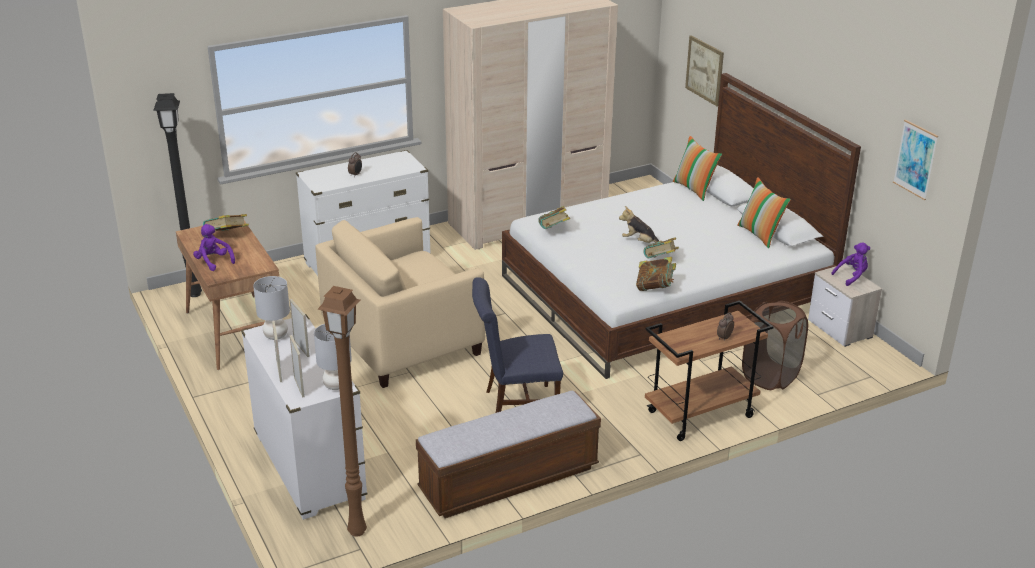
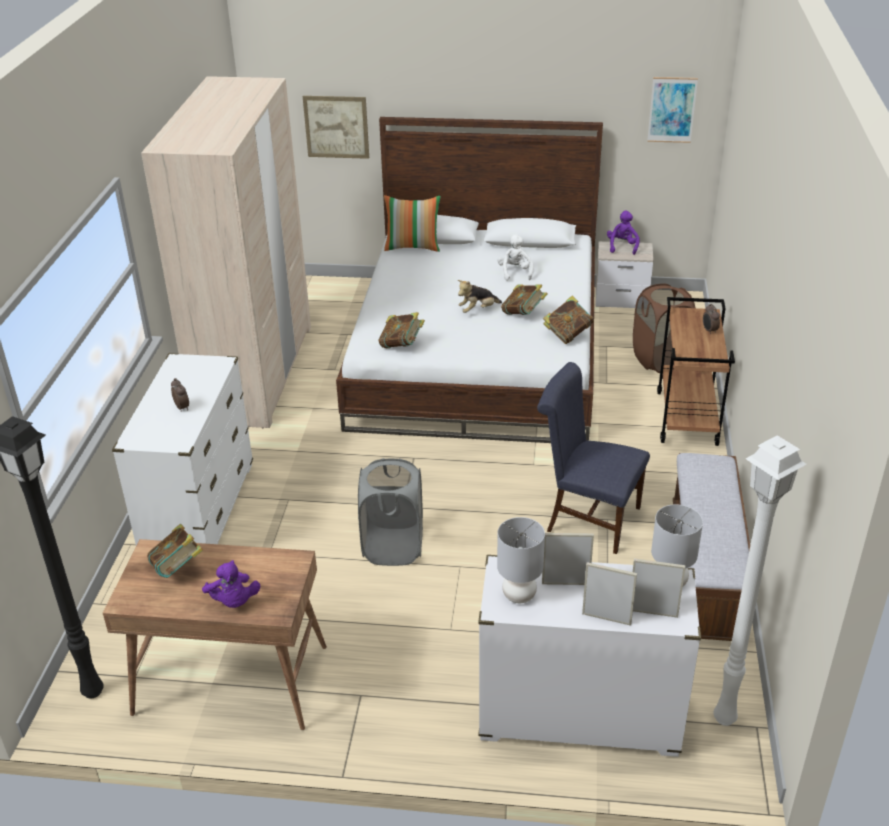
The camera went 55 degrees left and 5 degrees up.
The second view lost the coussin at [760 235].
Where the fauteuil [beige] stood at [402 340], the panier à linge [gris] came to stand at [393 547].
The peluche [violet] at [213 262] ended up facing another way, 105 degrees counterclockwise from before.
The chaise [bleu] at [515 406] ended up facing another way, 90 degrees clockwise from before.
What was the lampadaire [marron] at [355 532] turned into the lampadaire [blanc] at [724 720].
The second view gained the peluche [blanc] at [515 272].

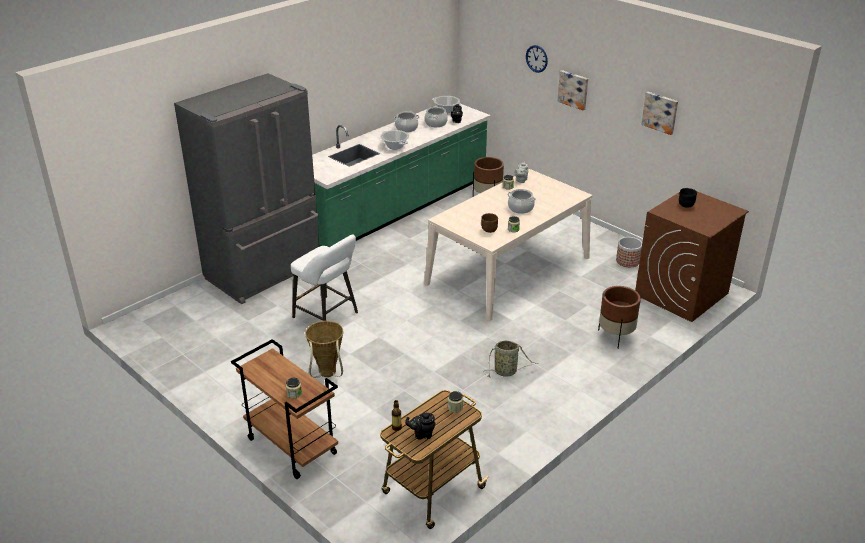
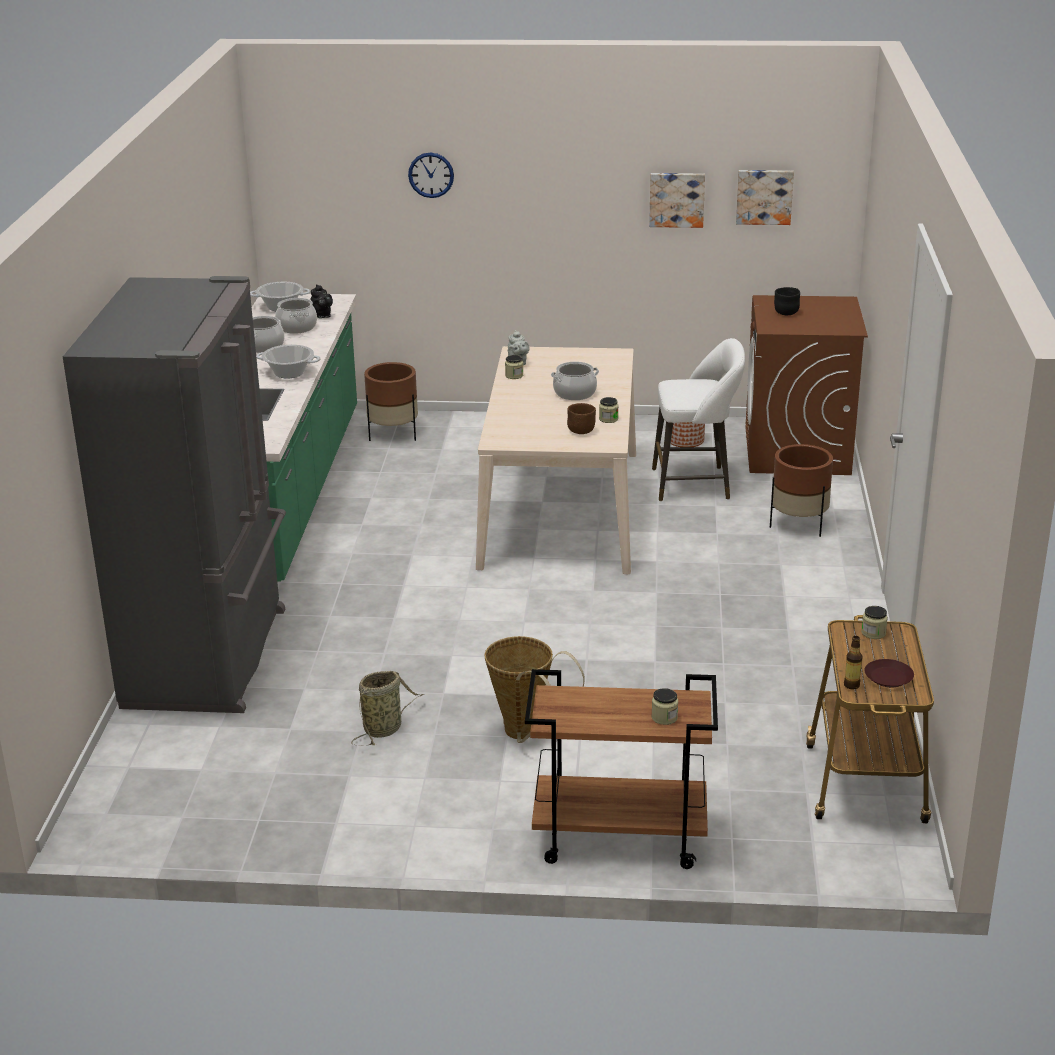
The camera went 40 degrees left and 5 degrees down.
The tableau ended up elsewhere, having gone from [573 89] to [764 196].
The tabouret [blanc] ended up elsewhere, having gone from [328 317] to [696 484].
The panier ended up elsewhere, having gone from [507 372] to [384 728].
Where the théière [noir] stood at [422 434], the assiette [marron] came to stand at [888 677].

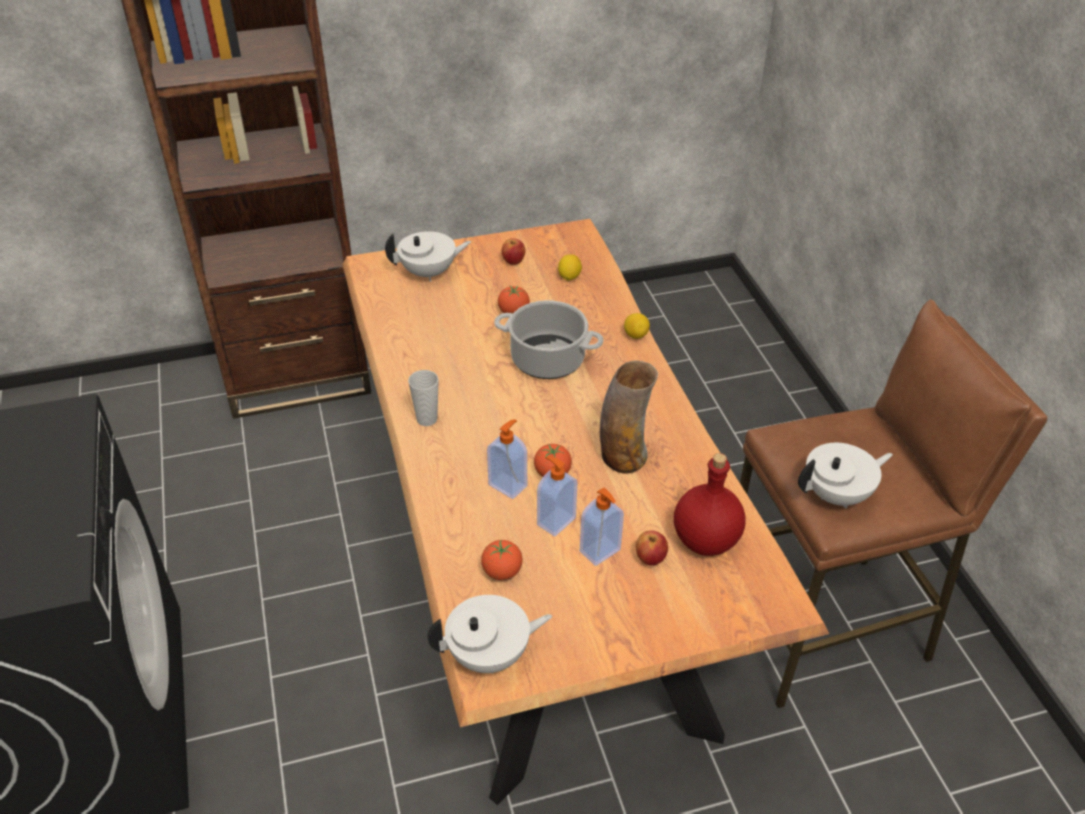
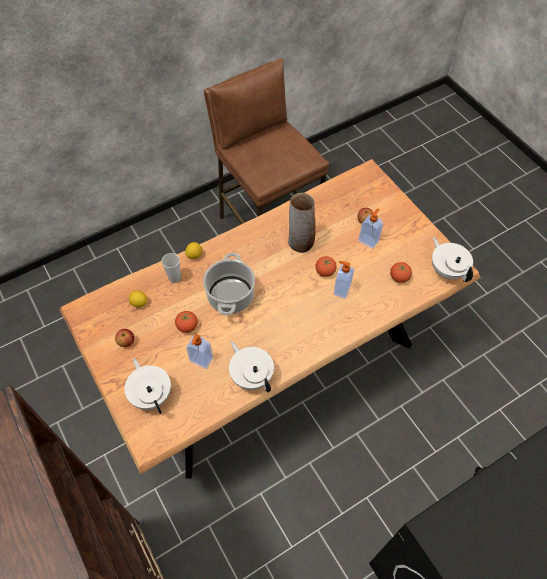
The camera went 105 degrees left and 15 degrees up.
The tasse ended up elsewhere, having gone from [427 419] to [175 278].
The théière [blanc] ended up elsewhere, having gone from [837 495] to [252 375].
The second view lost the bouteille [rouge] at [704 540].
The distributeur de savon ended up elsewhere, having gone from [555 521] to [201 360].

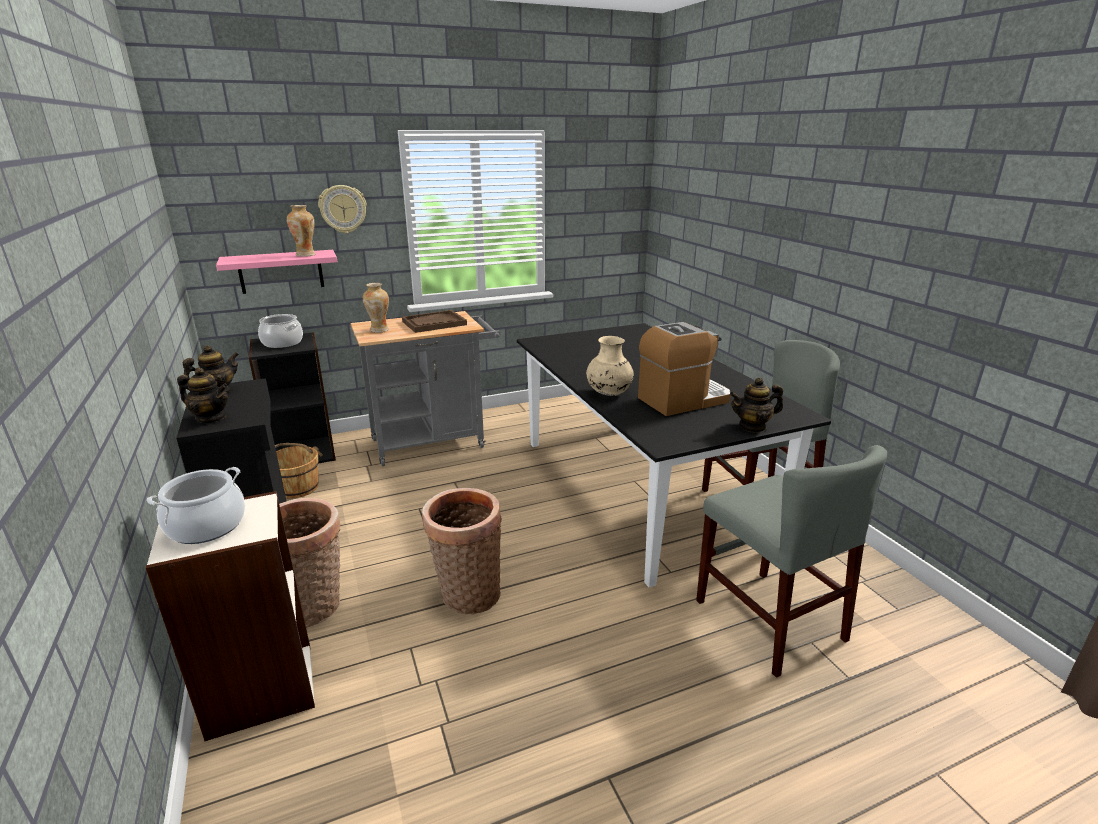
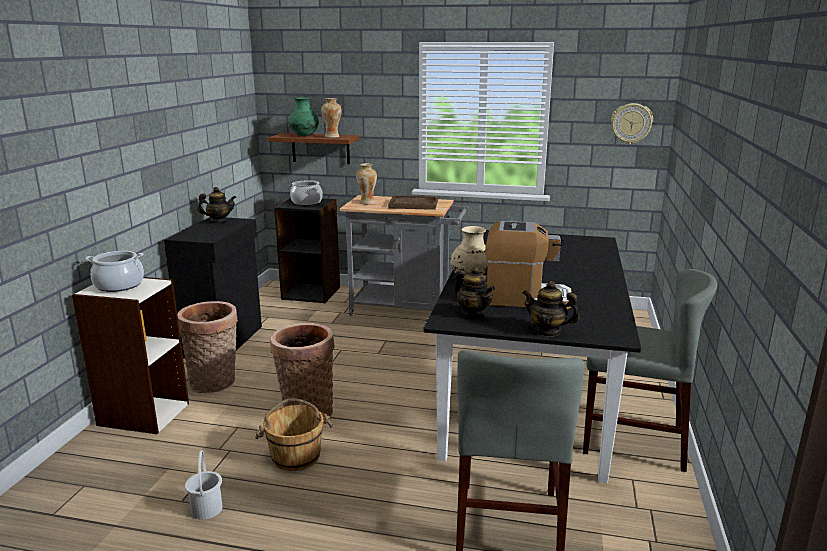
The camera went 35 degrees right and 5 degrees down.
The horloge murale ended up elsewhere, having gone from [343 209] to [631 123].
What was the étagère [rose] at [281 271] turned into the étagère [marron] at [320 148].
The théière ended up elsewhere, having gone from [211 418] to [473 314].
The seau [marron] ended up elsewhere, having gone from [297 487] to [296 455].
The second view gained the vase [vert] at [304 136].
The second view gained the seau [blanc] at [206 509].

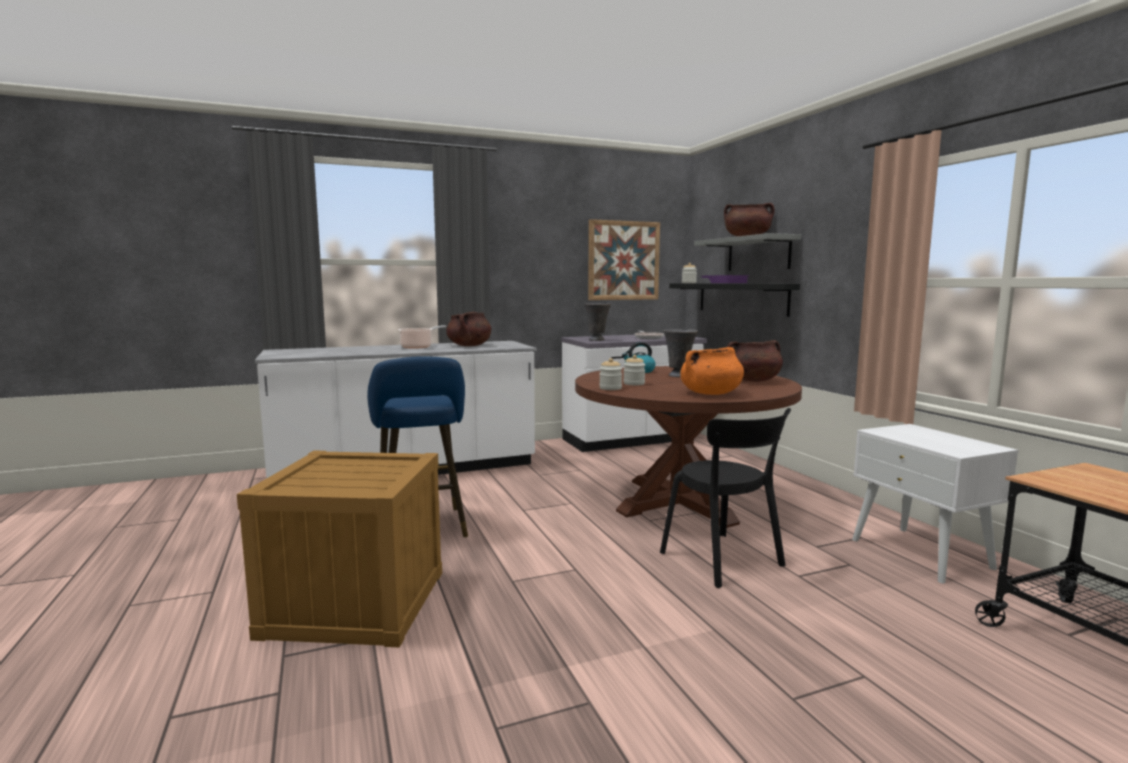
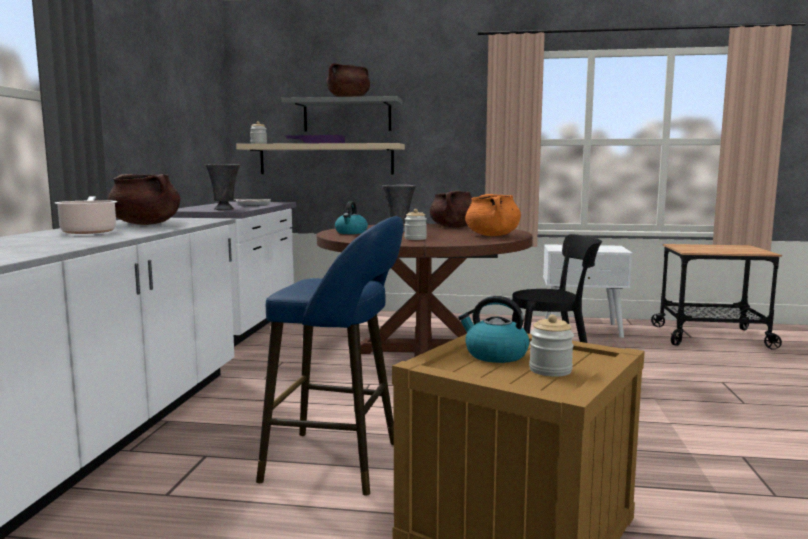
The camera went 60 degrees left and 0 degrees up.
The second view lost the tableau at [623 260].
What was the étagère [noir] at [741 298] turned into the étagère [beige] at [326 159].
The bocal ended up elsewhere, having gone from [610 388] to [550 370].
The second view gained the bouilloire at [495 355].

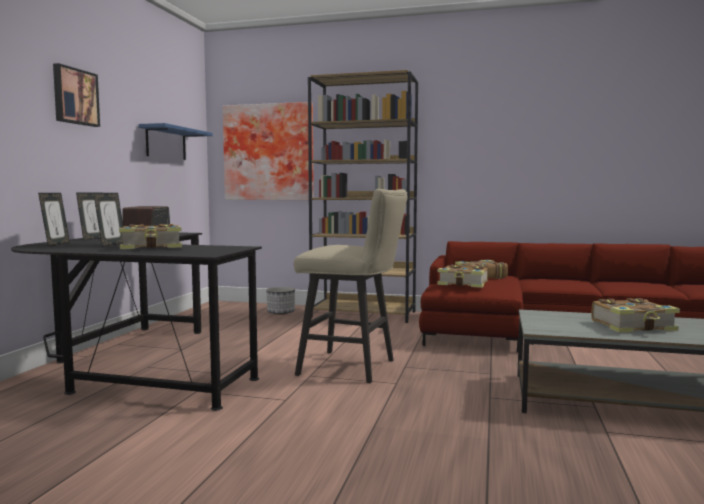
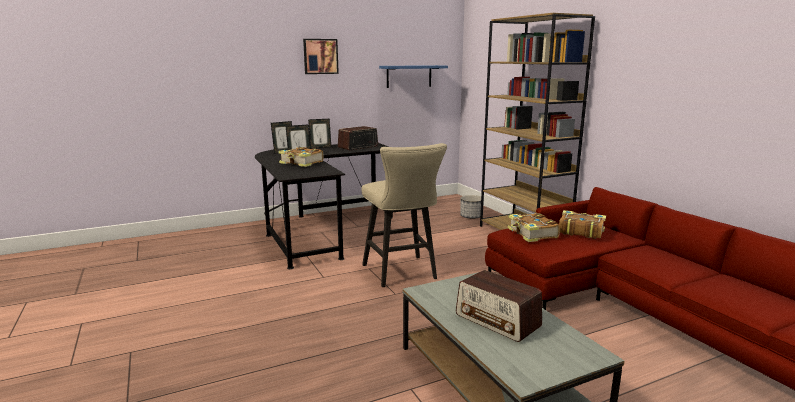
The camera went 50 degrees right and 10 degrees up.
The second view lost the tableau at [269 152].
Where the livre stood at [634 326], the radio came to stand at [498 321].

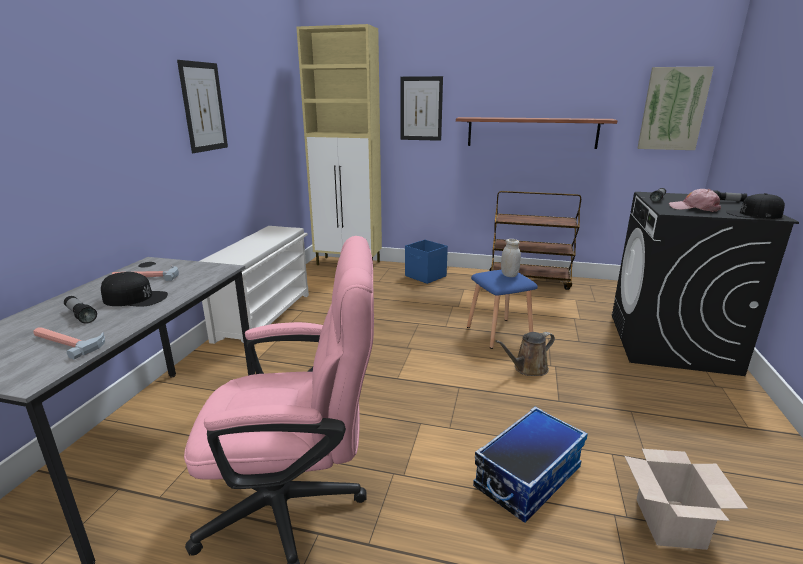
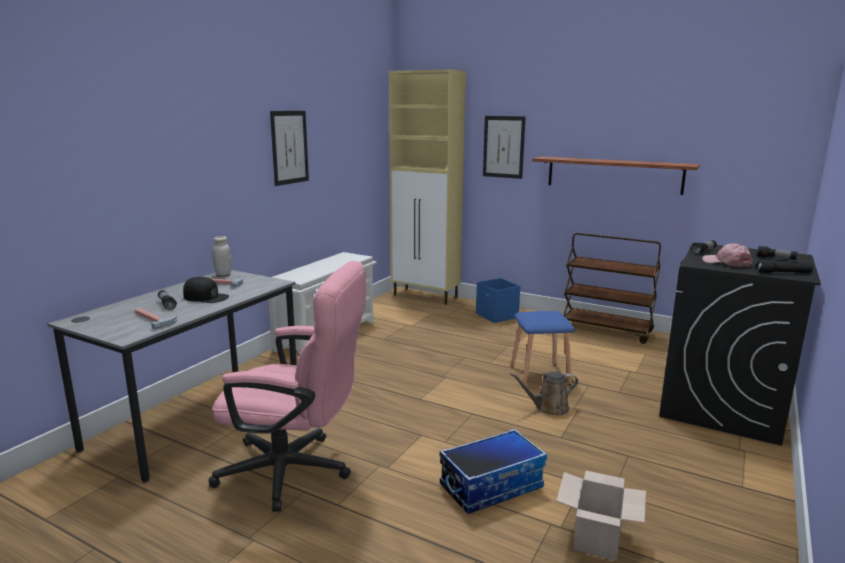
The camera went 15 degrees right and 5 degrees down.
The second view lost the tableau at [673 109].
Where the casquette [noir] stood at [754 214], the lampe de poche [noir] came to stand at [783 273].
The bocal [blanc] ended up elsewhere, having gone from [509 275] to [223 274].

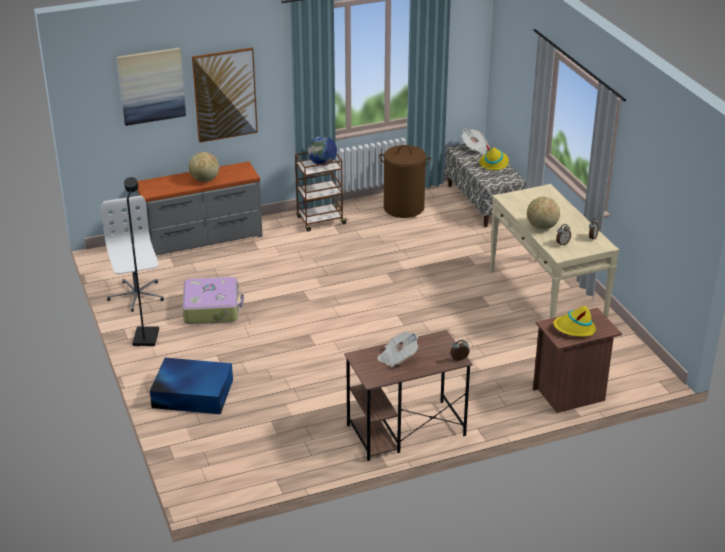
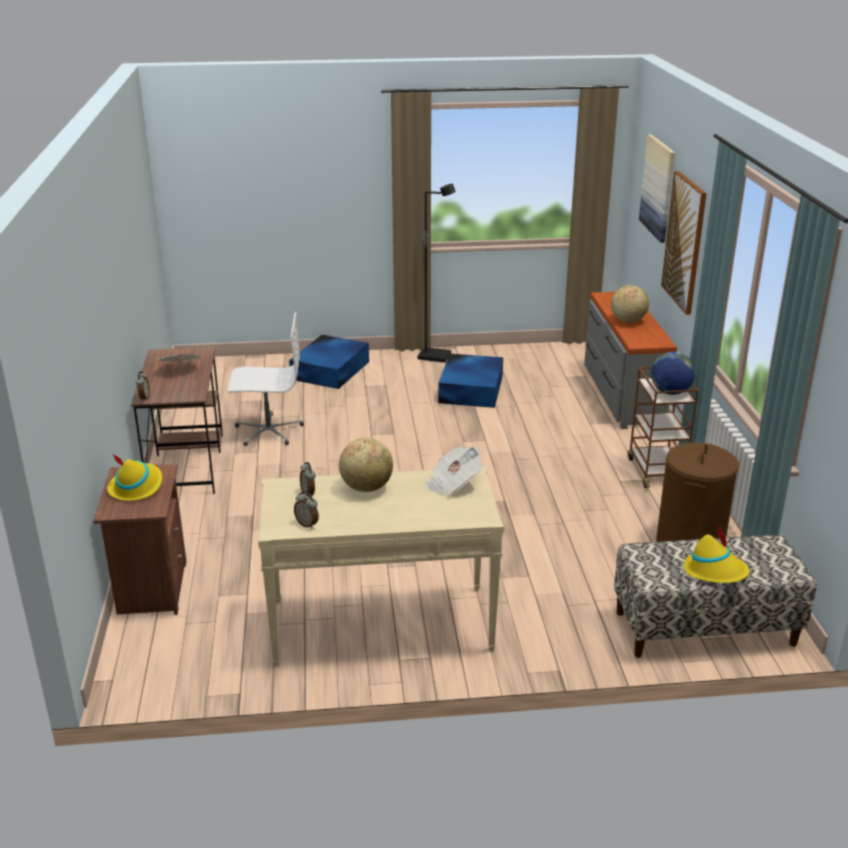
The camera went 105 degrees right and 5 degrees down.
The journal ended up elsewhere, having gone from [475 148] to [452 484].
The chaise de bureau [blanc] ended up elsewhere, having gone from [136 295] to [268 431].
Where the valise stood at [212 308], the boîte de rangement [bleu] came to stand at [471 389].

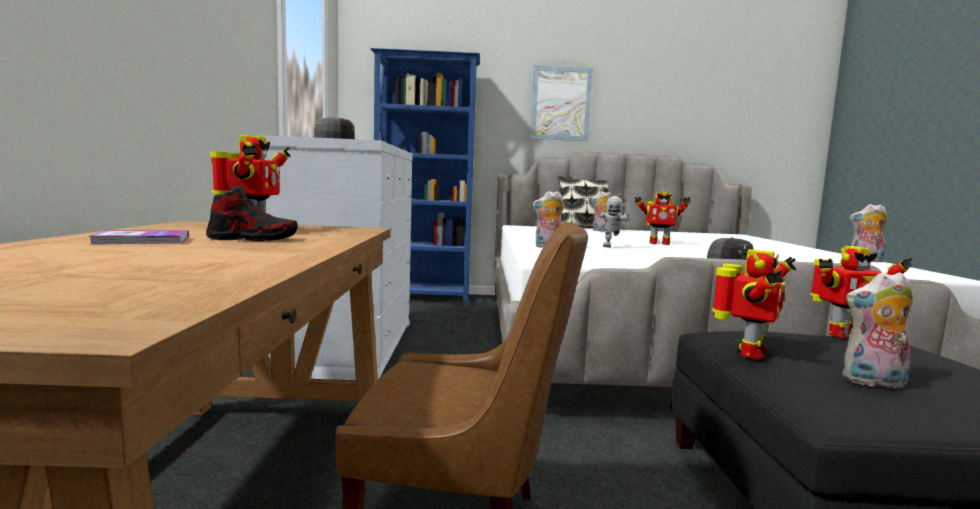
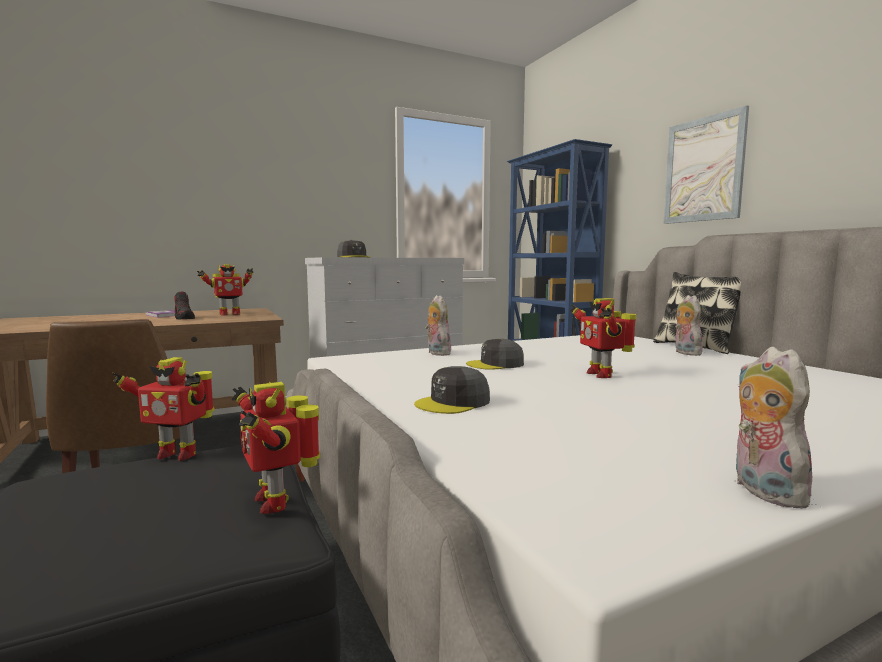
The camera went 65 degrees right and 0 degrees up.
Where the robot jouet stood at [611 247], the casquette [gris] came to stand at [495 364].
The second view lost the peluche at [873 382].

